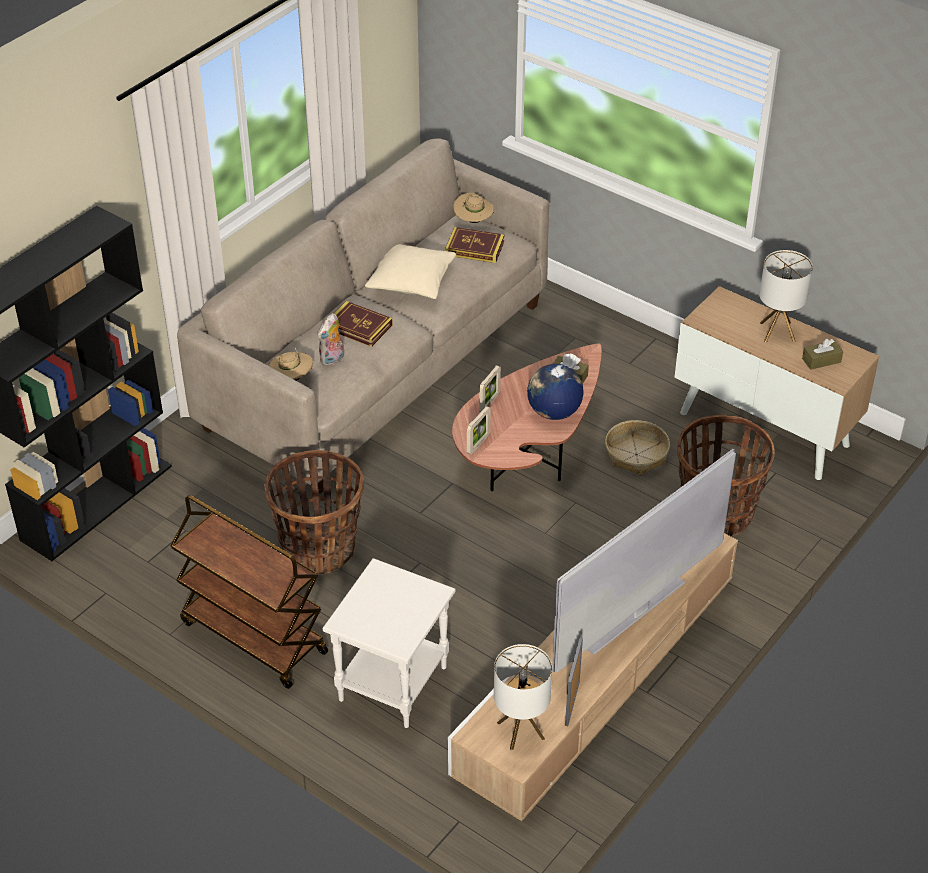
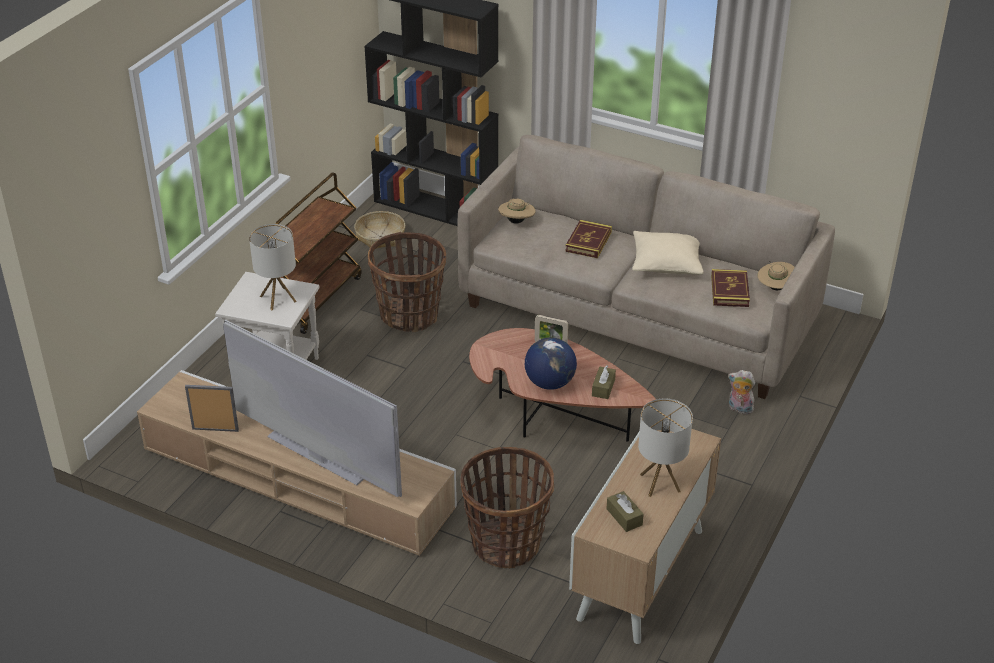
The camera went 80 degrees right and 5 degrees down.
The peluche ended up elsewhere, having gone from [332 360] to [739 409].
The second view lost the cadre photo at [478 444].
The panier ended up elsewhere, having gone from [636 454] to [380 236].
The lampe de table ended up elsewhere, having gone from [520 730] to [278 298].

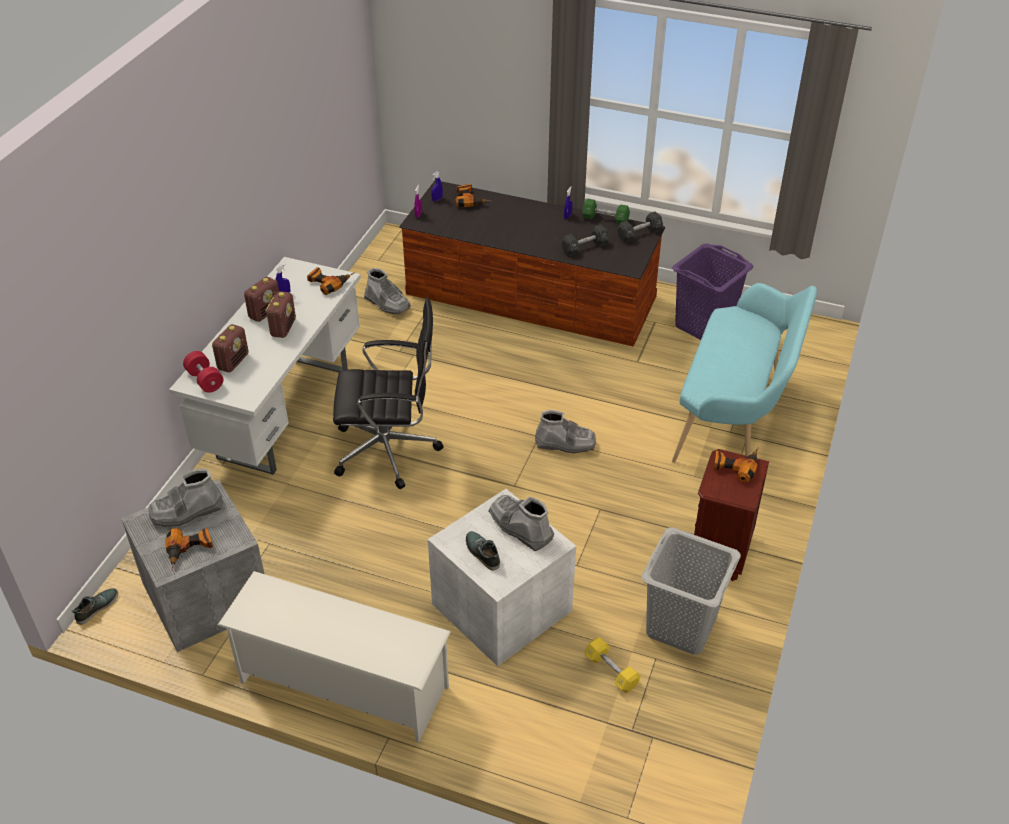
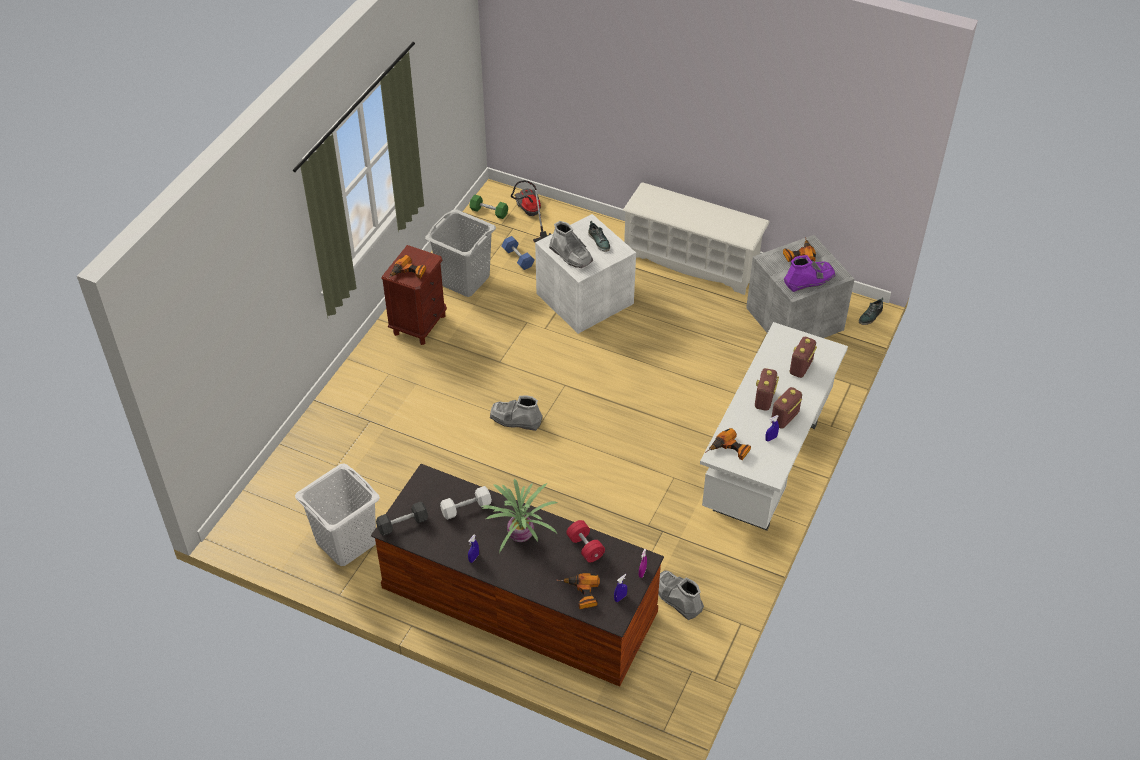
The camera went 175 degrees left and 5 degrees up.
The haltère [vert] ended up elsewhere, having gone from [605 219] to [489 212].
What was the haltère [noir] at [584 247] turned into the haltère [blanc] at [466 508].
What was the panier à linge [violet] at [704 325] turned into the panier à linge [blanc] at [345 542].
The second view lost the banc [turquoise] at [735 418].
The second view lost the chaise de bureau [noir] at [389 450].
The haltère [rouge] ended up elsewhere, having gone from [205 380] to [585 547].
What was the botte [gris] at [186 511] turned into the botte [violet] at [808 280].
What was the haltère [jaune] at [611 671] turned into the haltère [bleu] at [518 258].
The second view gained the aspirateur at [530 215].
The second view gained the plante en pot at [519 536].

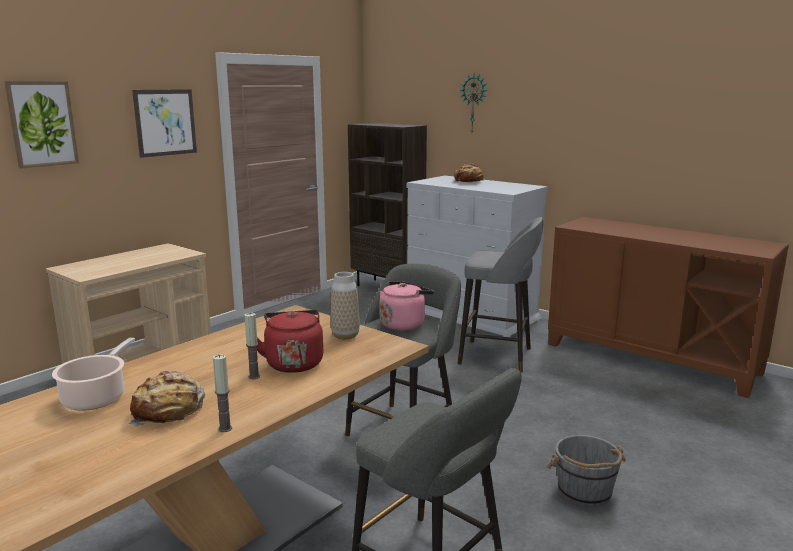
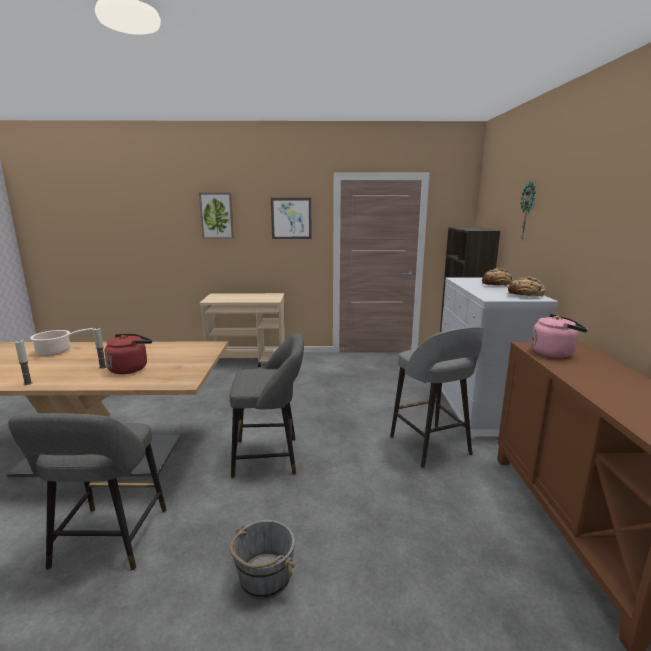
The camera went 50 degrees right and 0 degrees up.
The second view lost the vase at [345 336].
The bouilloire [rose] ended up elsewhere, having gone from [404 324] to [554 353].
The pain ended up elsewhere, having gone from [169 411] to [525 295].

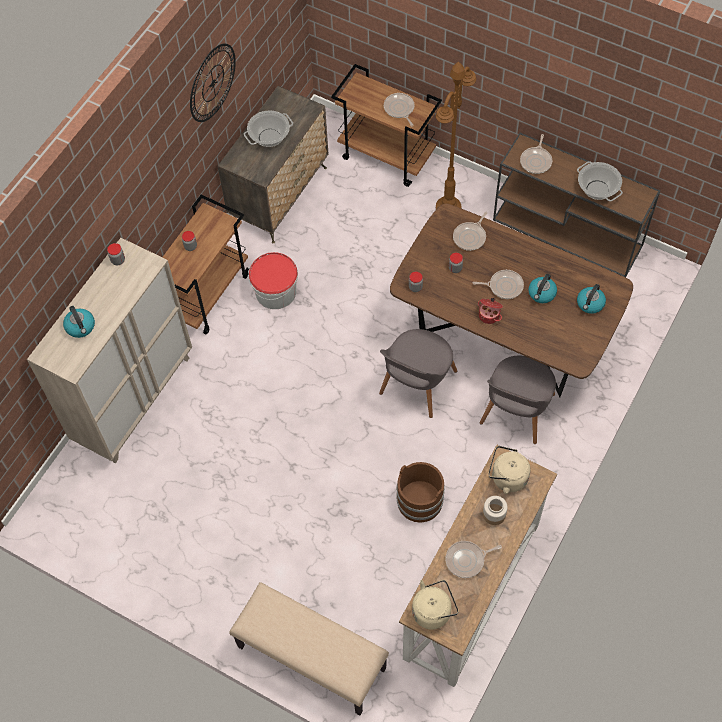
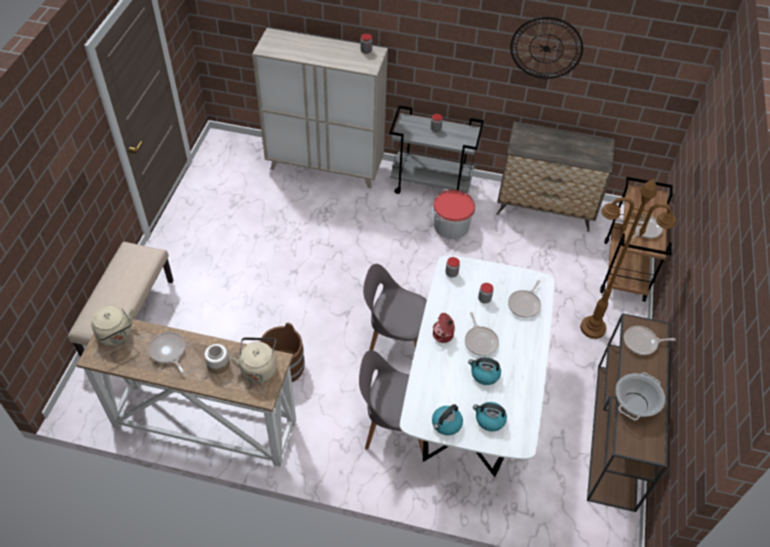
The camera went 70 degrees right and 10 degrees down.
The second view lost the marmite at [269 138].
What was the chariot [marron] at [207 294] turned into the chariot [gris] at [431 185].
What was the table à manger [marron] at [503 337] turned into the table à manger [blanc] at [471 400].
The poêle at [470 237] ended up facing another way, 75 degrees counterclockwise from before.
The bouilloire ended up elsewhere, having gone from [81 327] to [446 424].

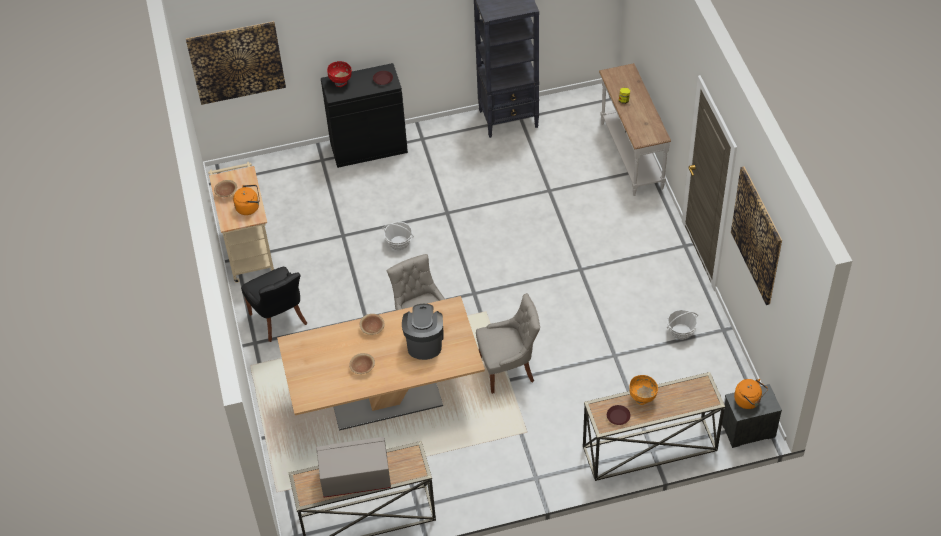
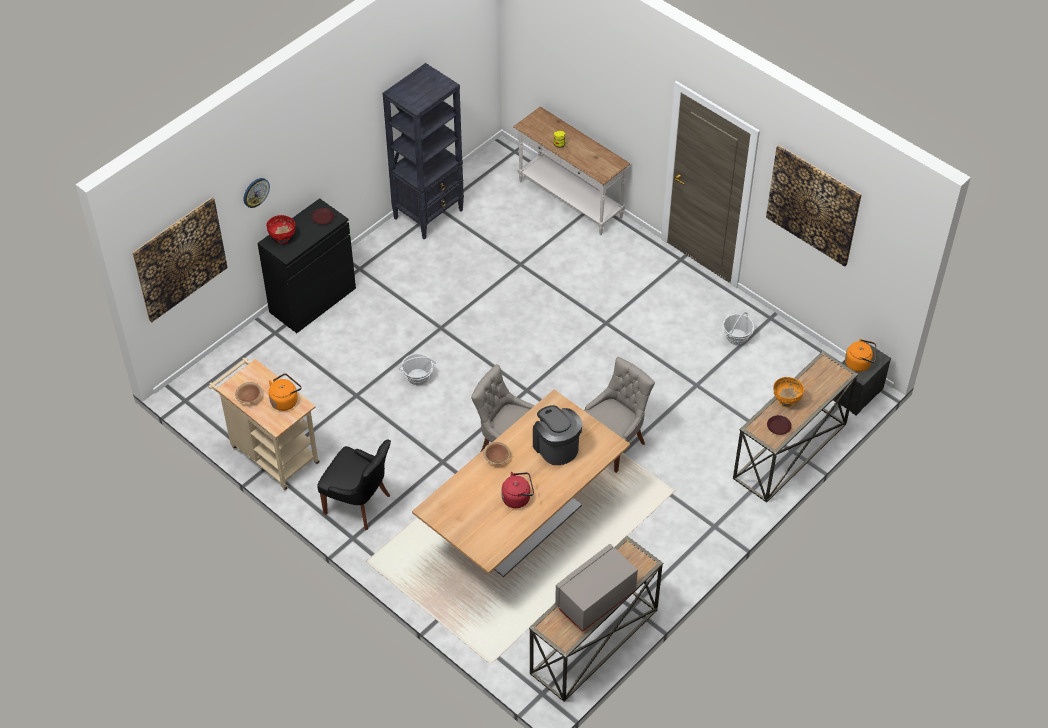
The camera went 35 degrees left and 0 degrees up.
Where the bol [marron] stood at [362 367], the bouilloire [rouge] came to stand at [518 498].
The second view gained the horloge murale at [255 192].

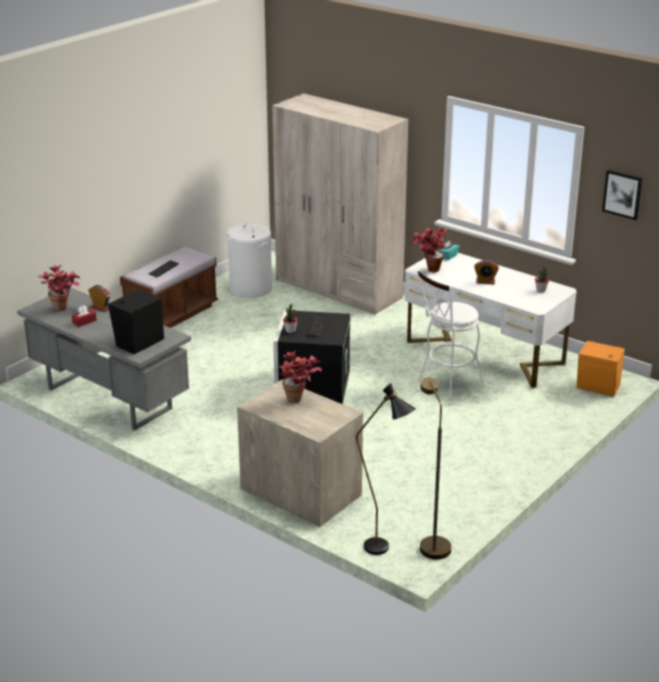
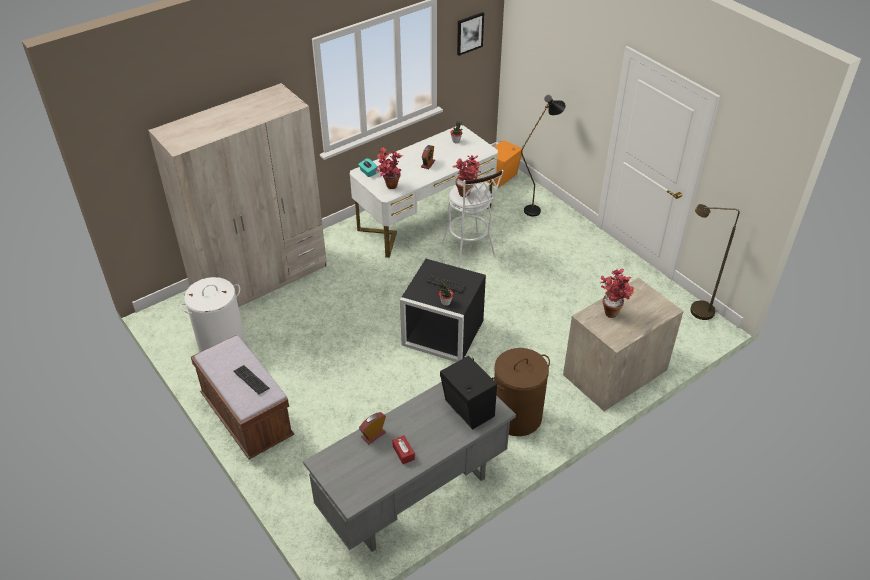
The camera went 75 degrees left and 15 degrees up.
The plante en pot ended up elsewhere, having gone from [64 310] to [467 192].
The lampadaire [noir] ended up elsewhere, having gone from [384 550] to [537 208].
The second view gained the panier à linge [marron] at [516 416].

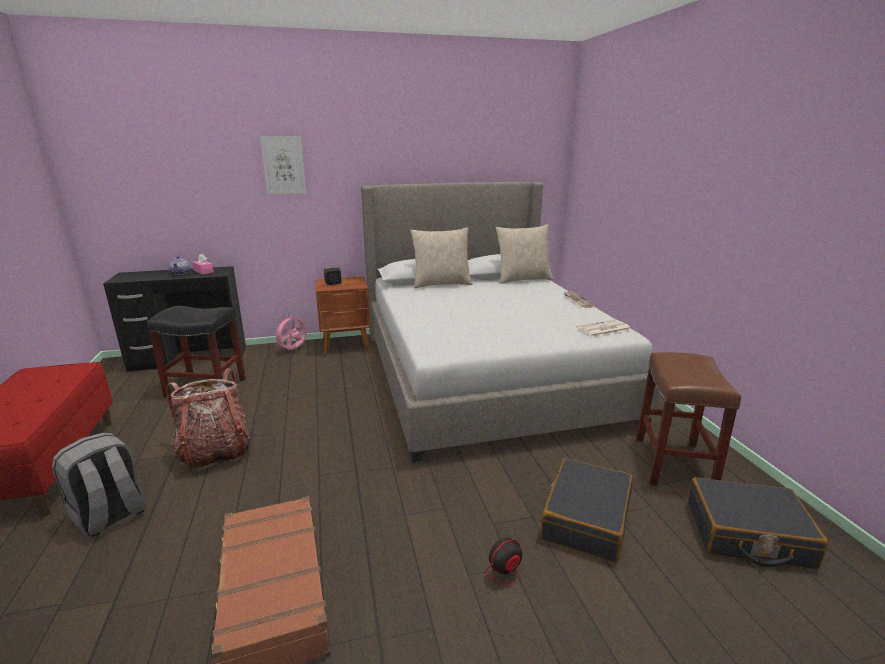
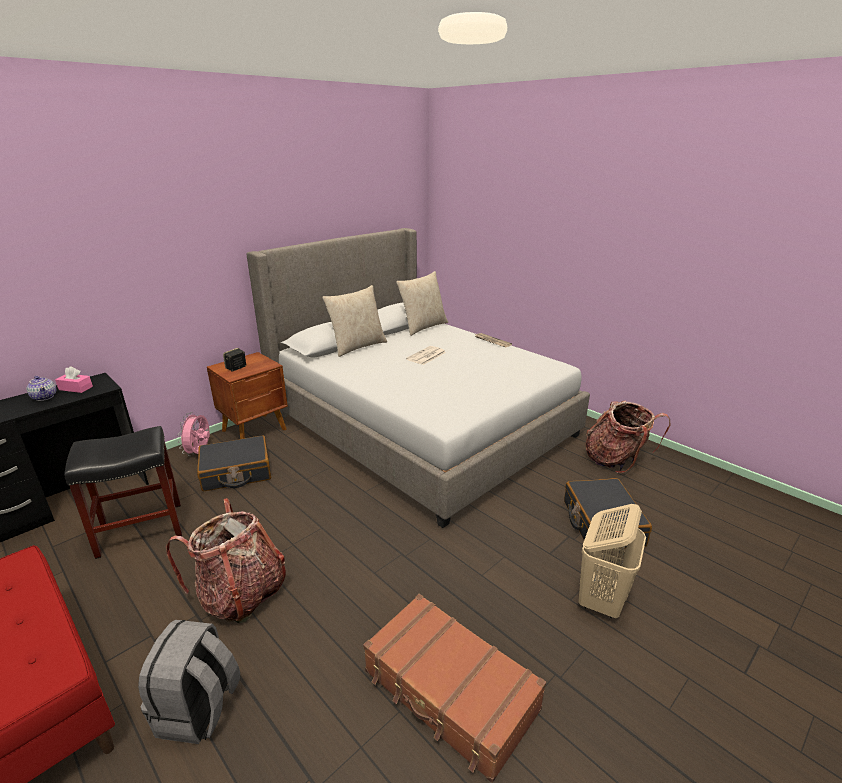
The camera went 30 degrees left and 5 degrees up.
The second view lost the tableau at [283 165].
The journal ended up elsewhere, having gone from [603 329] to [426 356].
Where the tabouret [marron] stood at [674 464], the sac à dos came to stand at [616 460].
The valise [noir] ended up elsewhere, having gone from [747 535] to [236 472].
Where the ventilateur stood at [502 590], the panier à linge [beige] came to stand at [601 599].

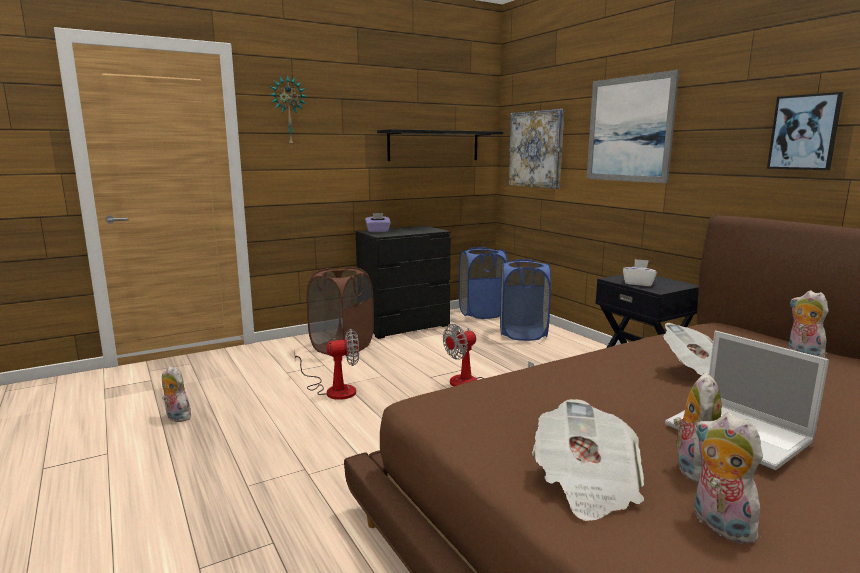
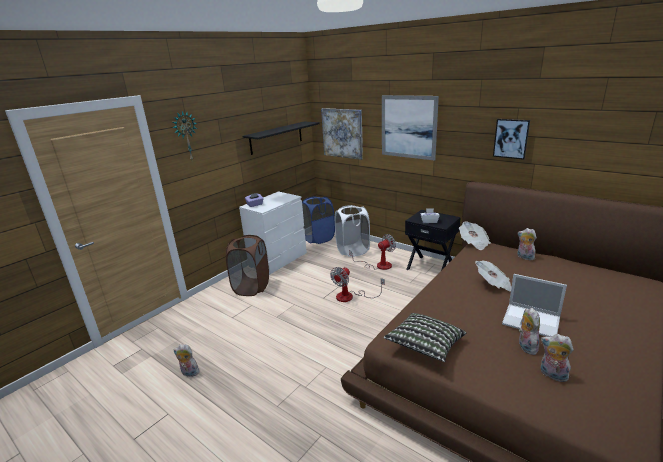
The camera went 20 degrees left and 10 degrees up.
What was the commode [noir] at [404 326] turned into the commode [blanc] at [278 260].
What was the panier à linge [bleu] at [522 333] turned into the panier à linge [blanc] at [352 250].
The ventilateur ended up elsewhere, having gone from [333 390] to [378 265].
The journal ended up elsewhere, having gone from [586 485] to [474 243].
The second view gained the coussin at [425 346].

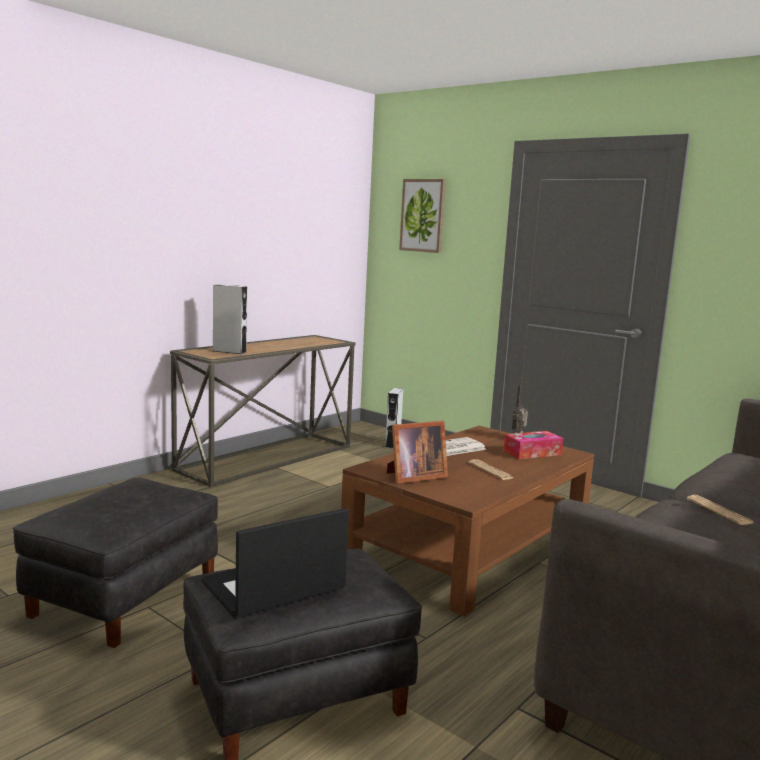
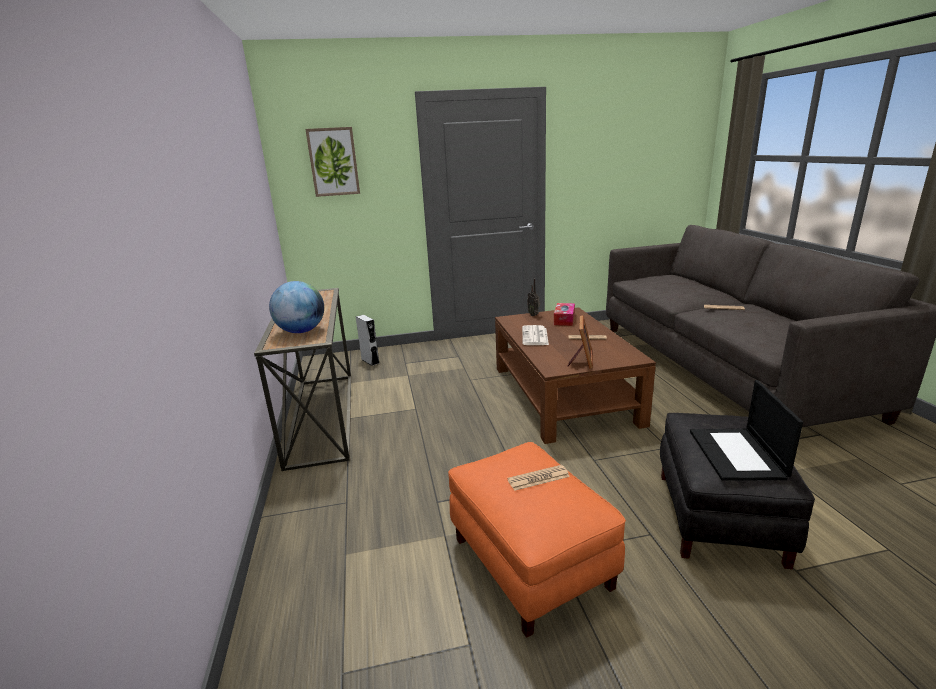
The camera went 50 degrees left and 10 degrees up.
Where the enceinte [gris] stood at [229 351], the globe came to stand at [301 331].
What was the pouf [noir] at [124 597] turned into the pouf [orange] at [529 563].
The second view gained the journal at [538 478].

